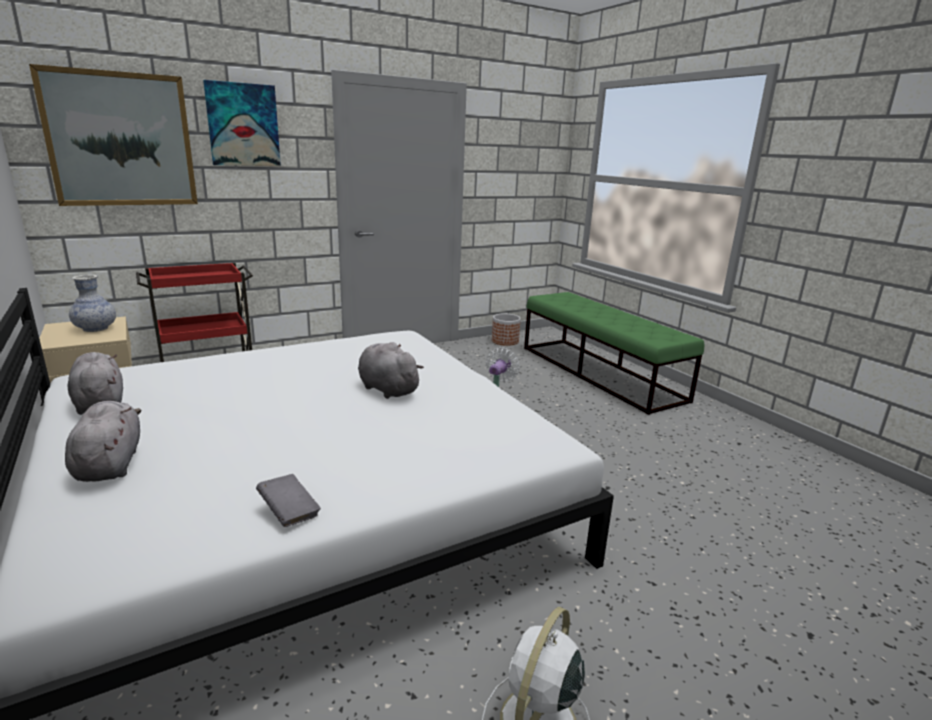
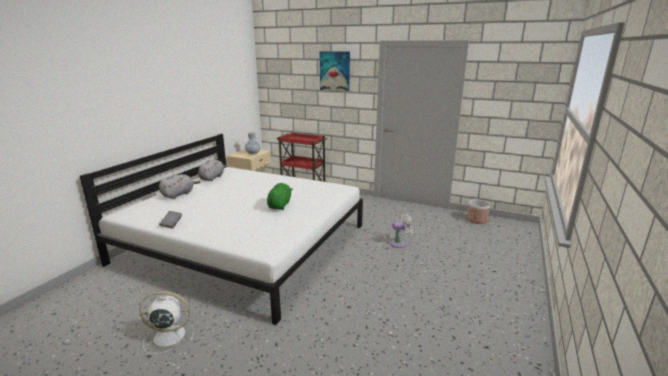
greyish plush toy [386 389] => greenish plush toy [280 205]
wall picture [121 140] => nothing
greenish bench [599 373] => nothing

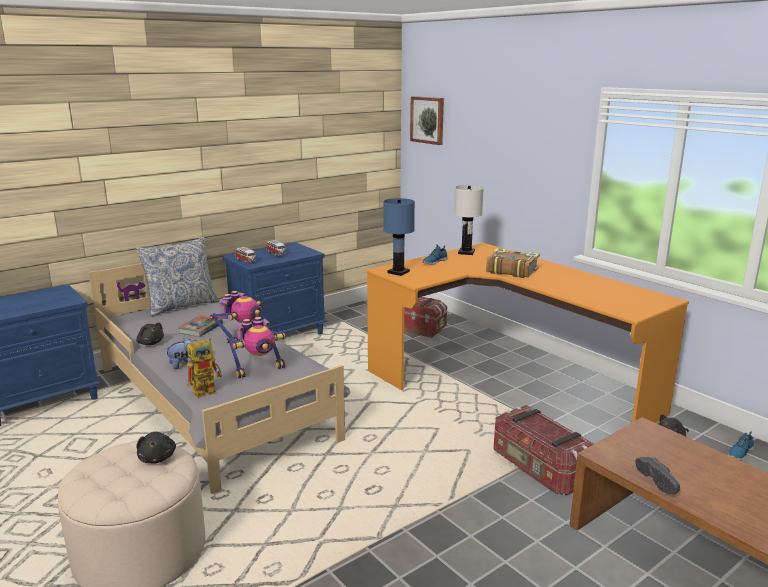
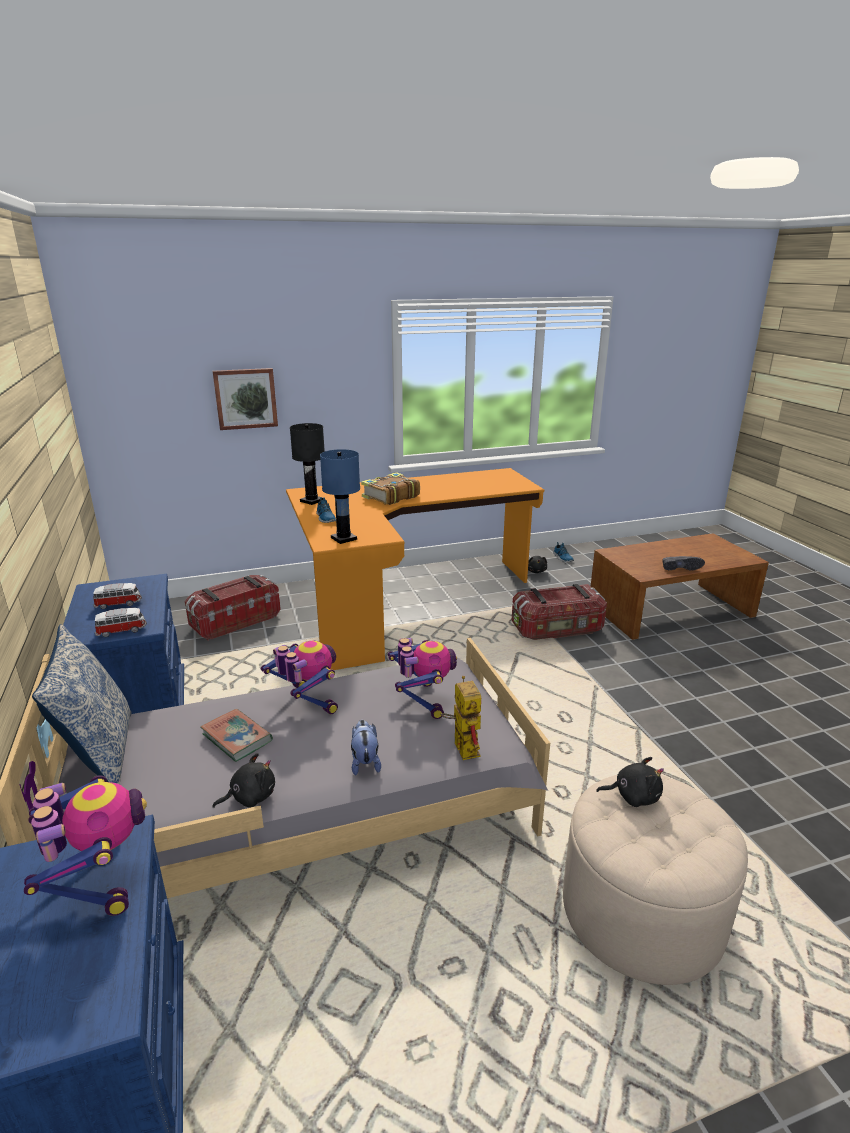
nothing => robot figure [99 878]
wall picture [428 120] => wall picture [245 398], relocated
white tabletop lamp [466 252] => black tabletop lamp [311 501]

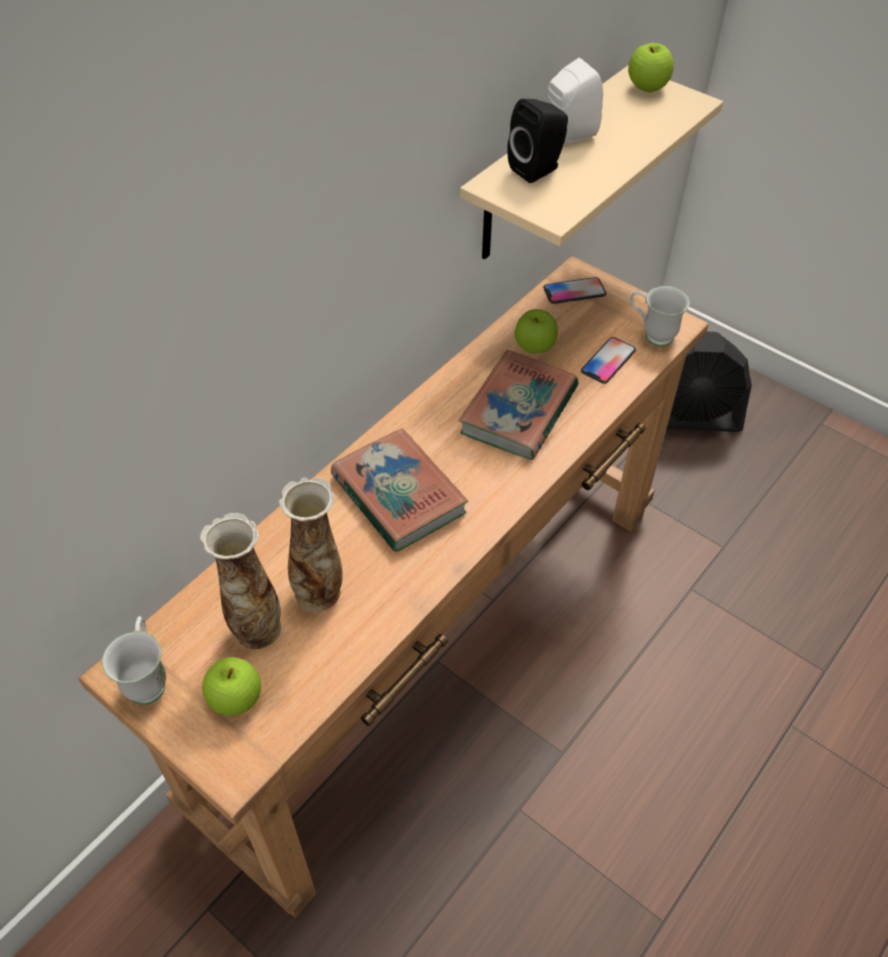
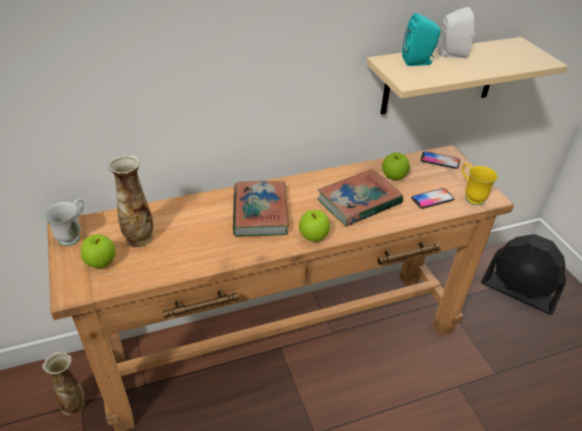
vase [319 592] => vase [74 405], relocated
apple [647 88] => apple [313 237], relocated
black audio speaker [538 169] => blue-green audio speaker [418 62]
white tea mug [651 335] => yellow-coloured tea mug [470 196]

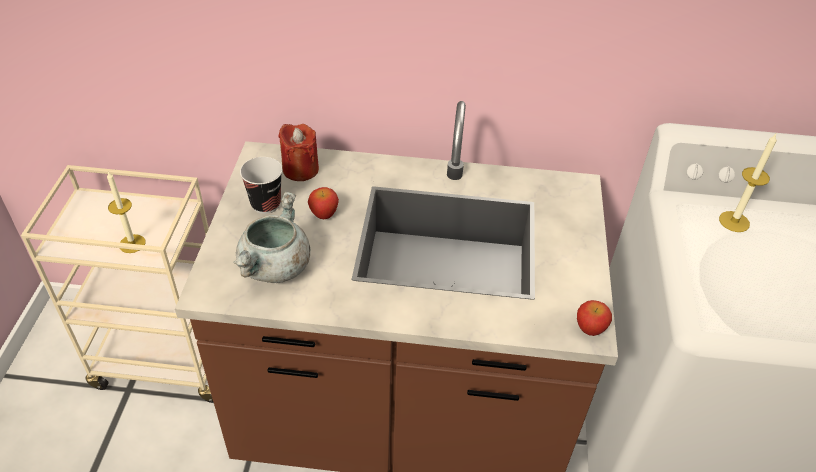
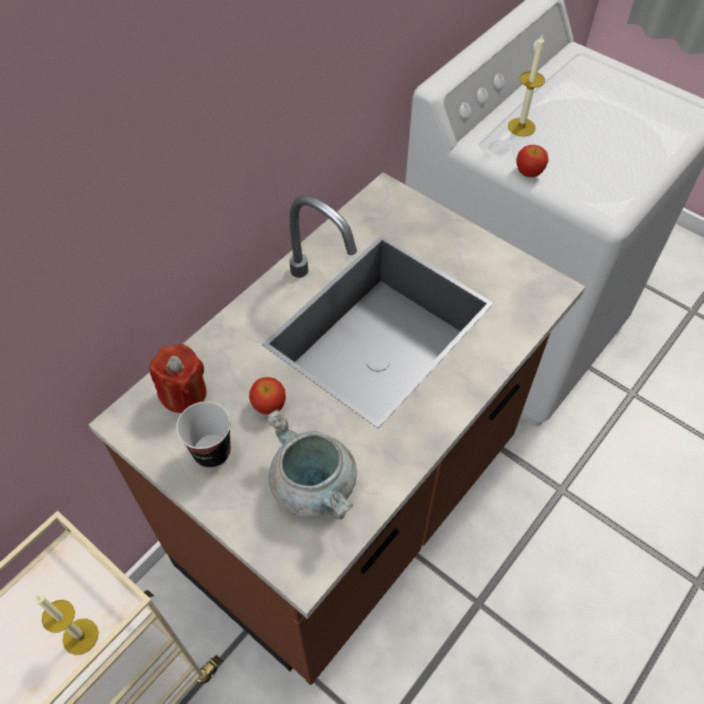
apple [590 328] => apple [529 172], relocated

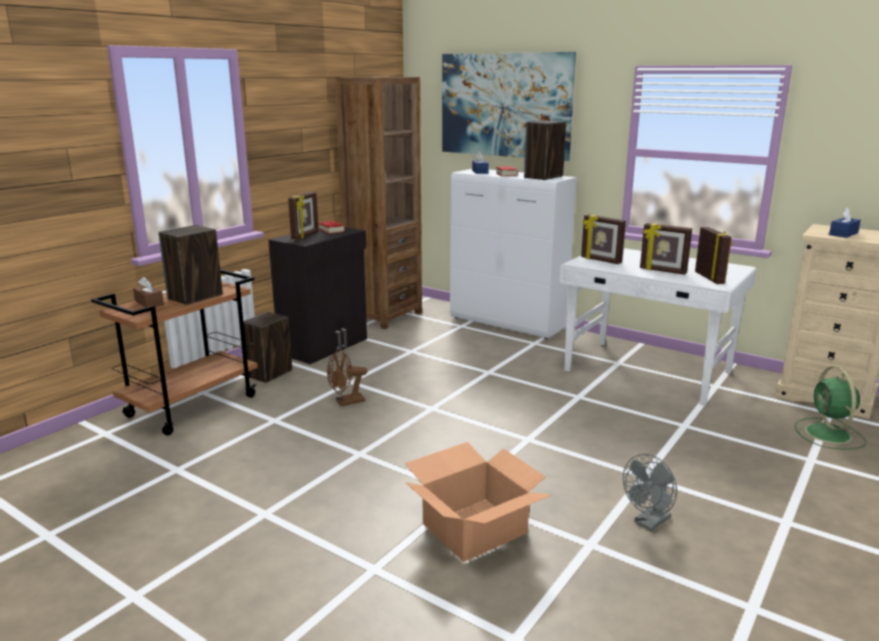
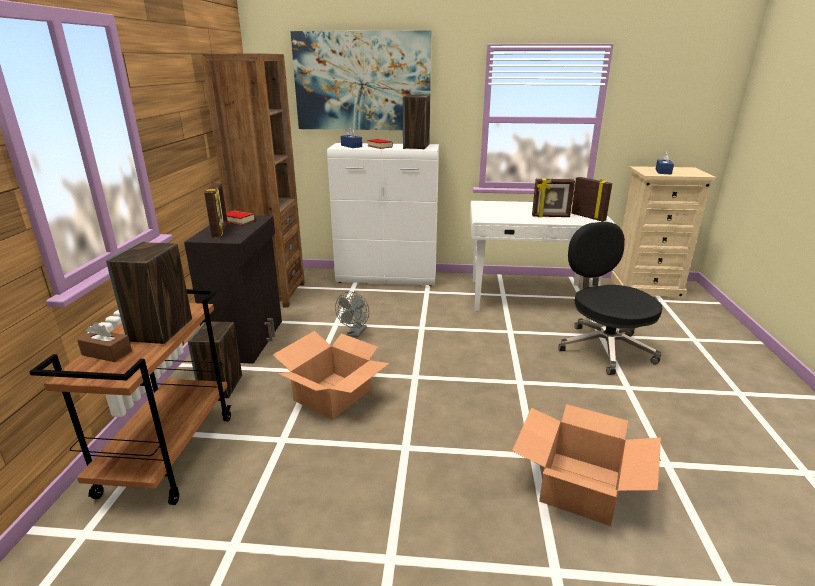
brown electric fan [346 402] => cardboard box [333 395]
greyish electric fan [649 523] => greyish electric fan [355 333], relocated
nothing => black office chair [604 348]
standing frame [600 260] => nothing
greenish electric fan [829 434] => nothing

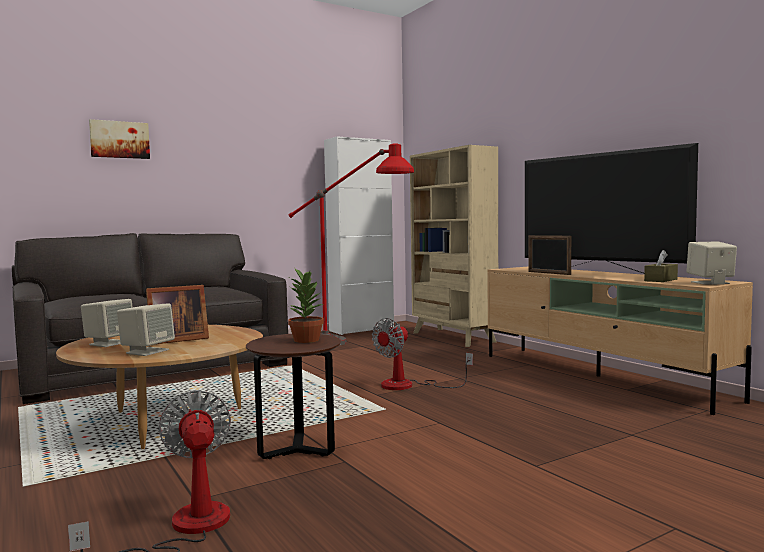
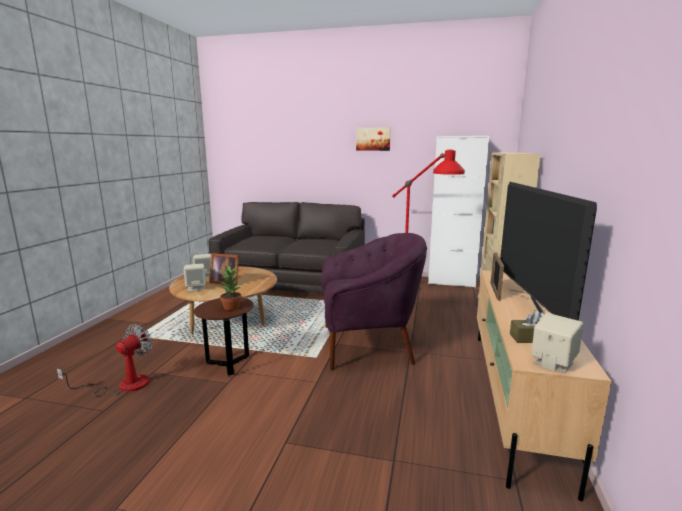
electric fan [409 385] => purple lounge chair [367 344]
wall picture [119 140] => wall picture [373 139], relocated

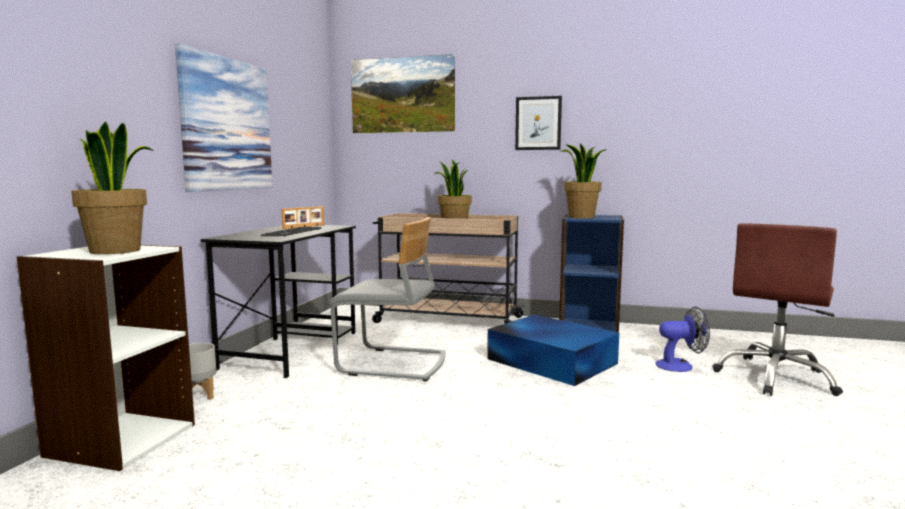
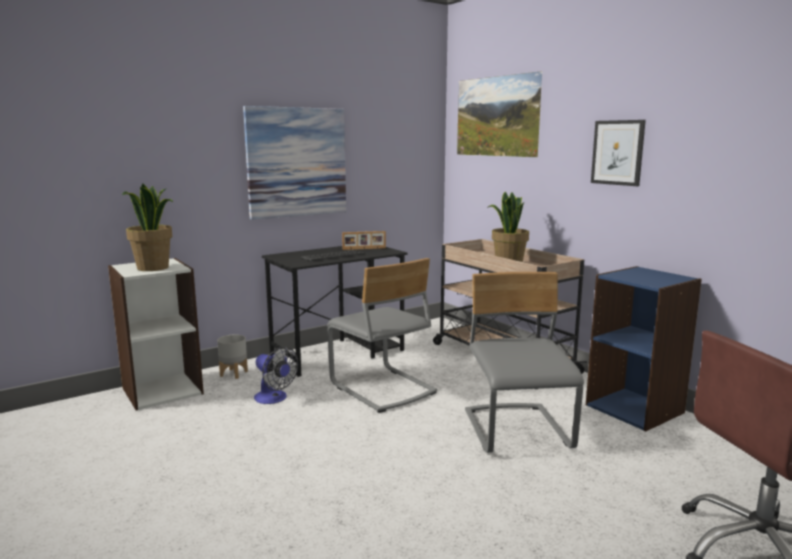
electric fan [680 366] => electric fan [274 398], relocated
bluish storage bin [550 360] => greyish plain chair [517 431]
houseplant [581 217] => nothing

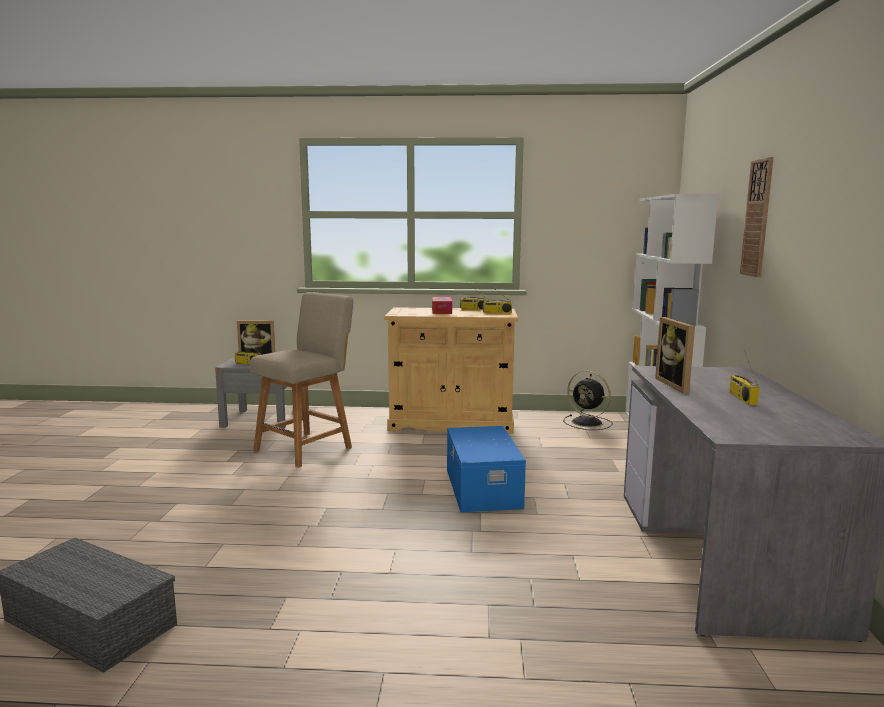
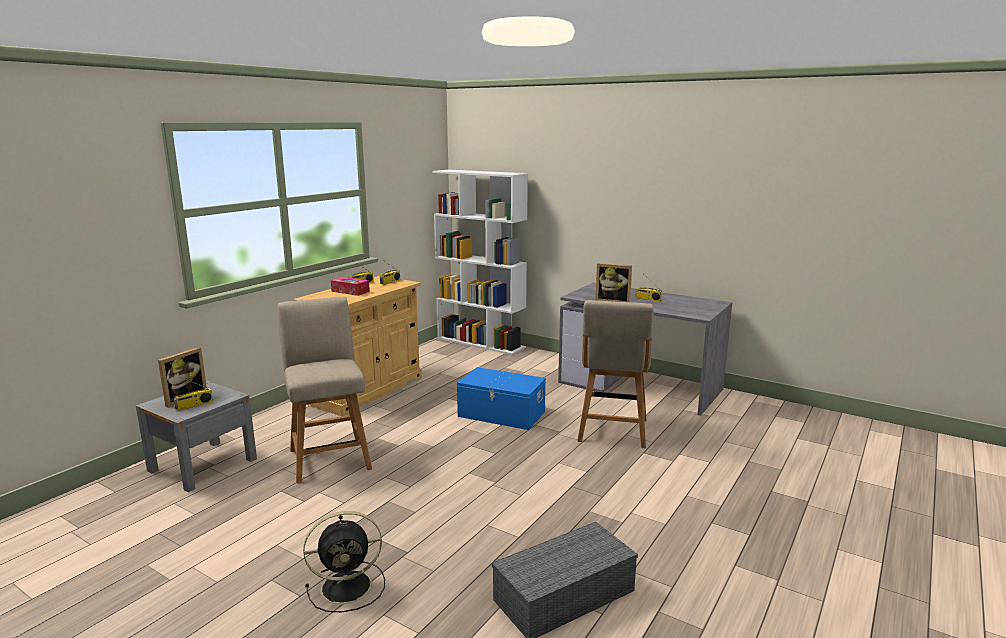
black electric fan [588 423] => black electric fan [349 586], relocated
nothing => sand-coloured plain chair [612 432]
wall clock [757 218] => nothing

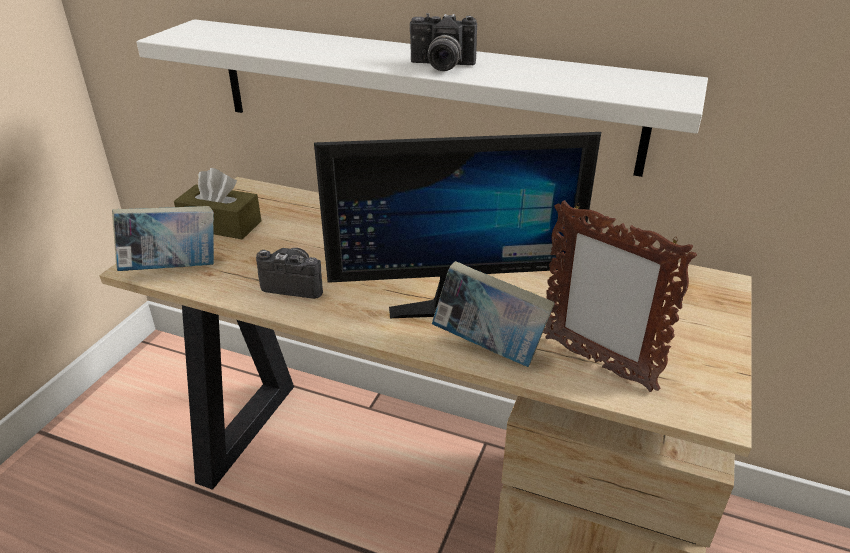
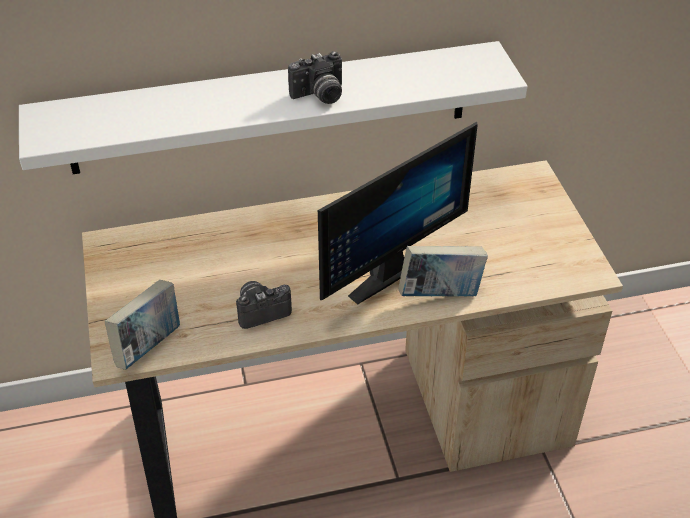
brown tissue holder [221 225] => nothing
standing frame [596 362] => nothing

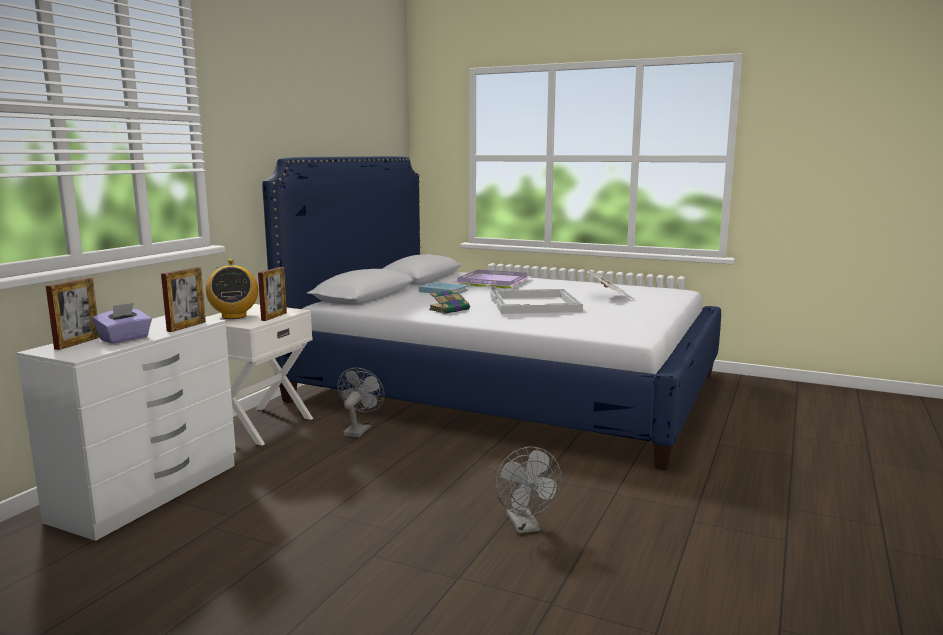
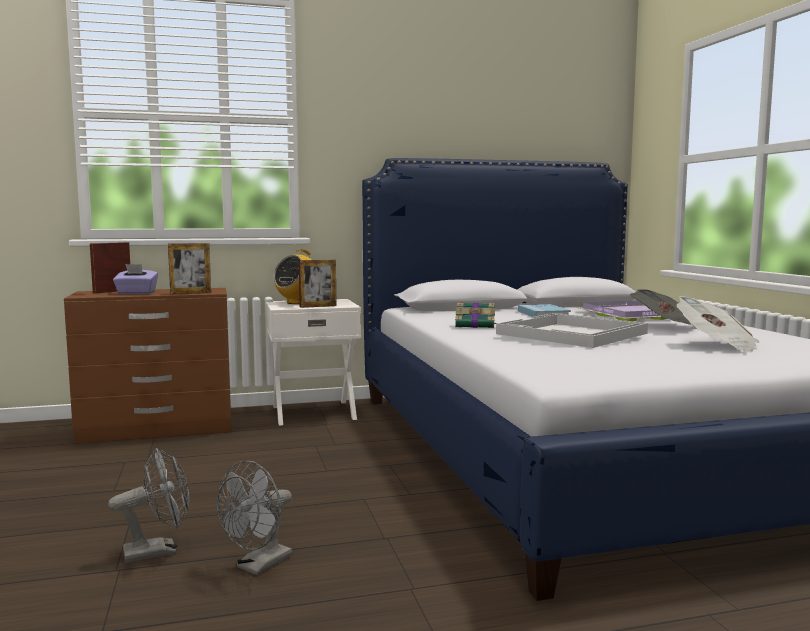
white dresser [149 492] => brown dresser [158 429]
standing frame [77 343] => standing frame [112 291], 150 degrees clockwise
greyish electric fan [359 429] => greyish electric fan [159 551], relocated
nothing => newspaper [666 326]

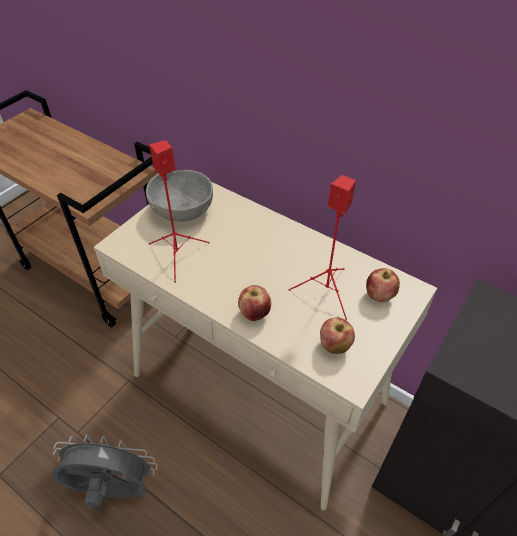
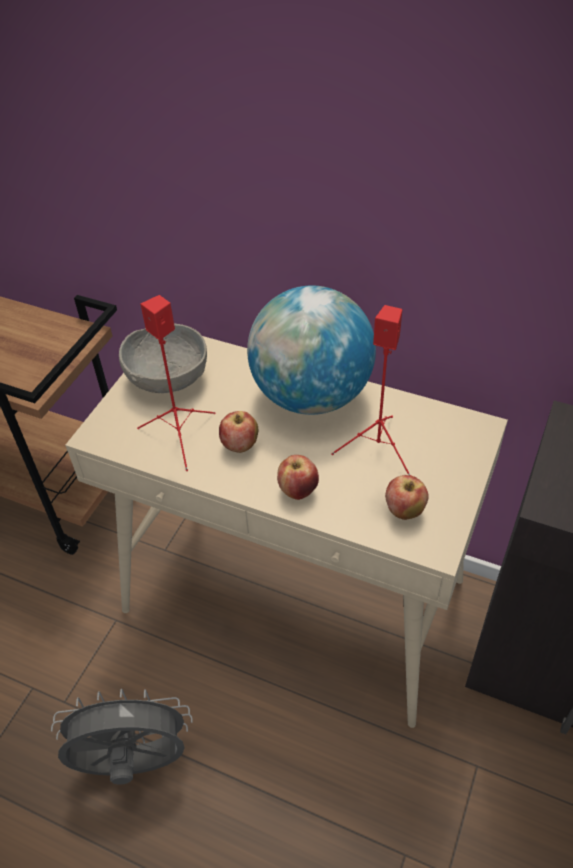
apple [379 296] => apple [240 445], relocated
nothing => desk globe [311 395]

